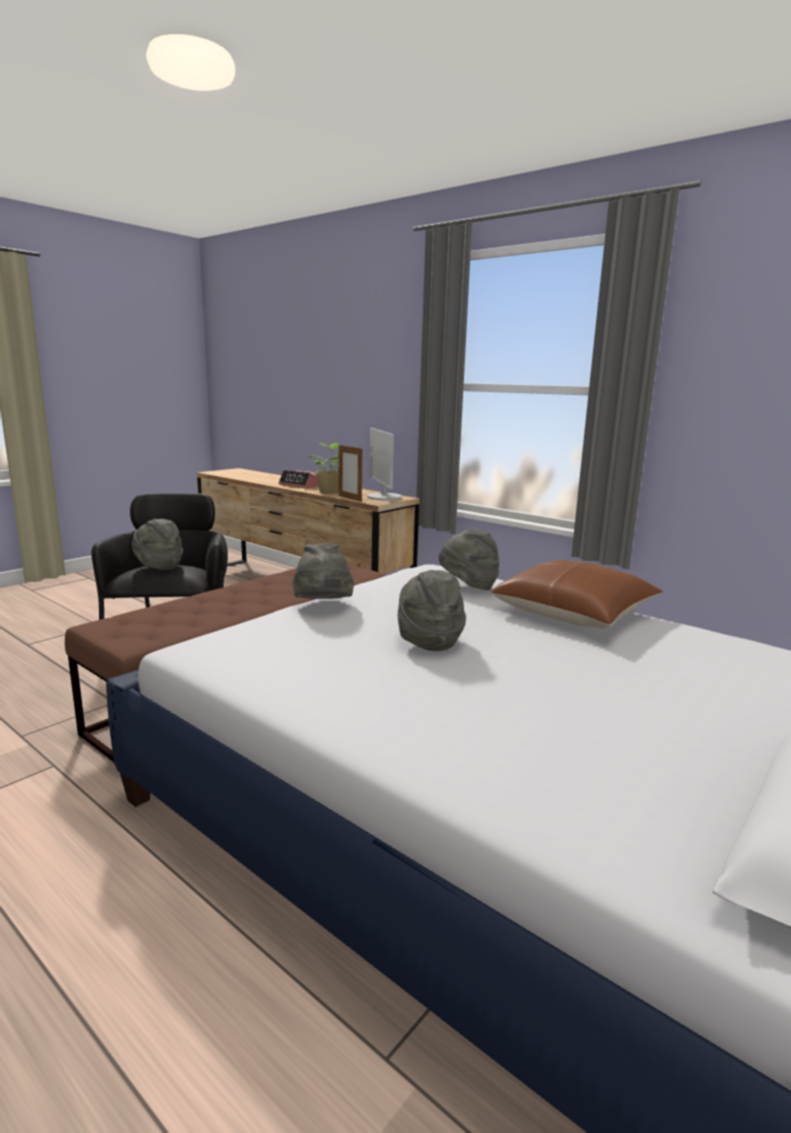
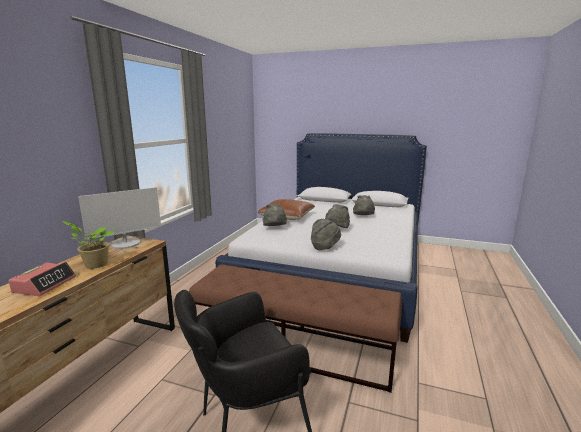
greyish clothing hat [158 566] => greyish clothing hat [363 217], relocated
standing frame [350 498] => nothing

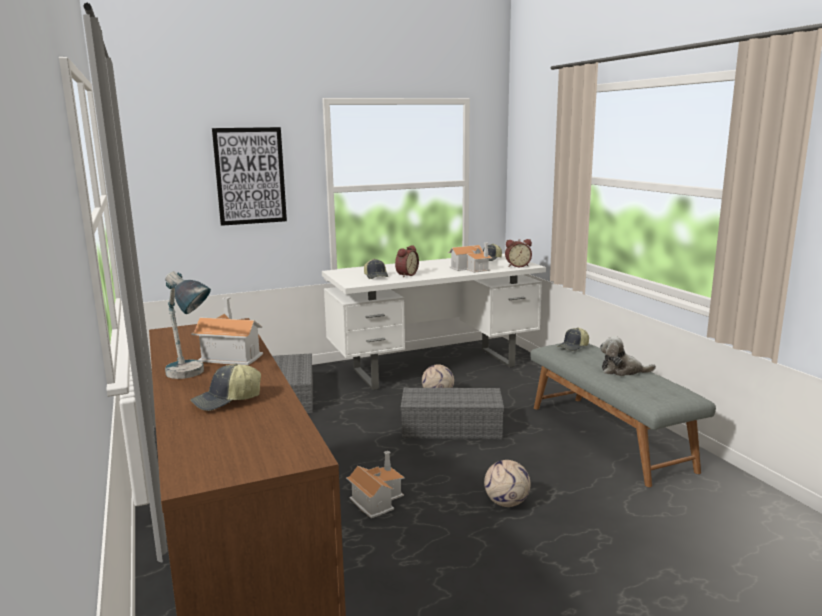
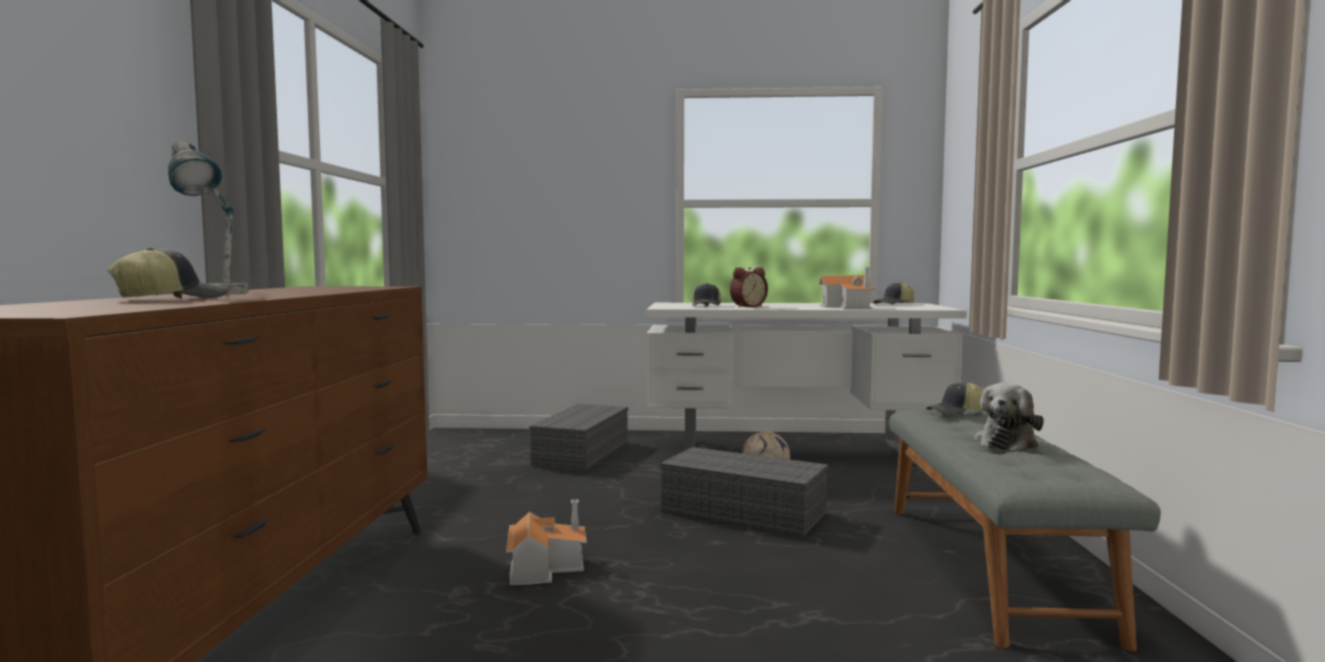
baseball cap [227 401] => baseball cap [173 299], 150 degrees clockwise
plush toy [622 371] => plush toy [1007 443], 90 degrees counterclockwise
toy house [231 353] => nothing
wall picture [250 176] => nothing
football [507 503] => nothing
bedside clock [517 266] => nothing

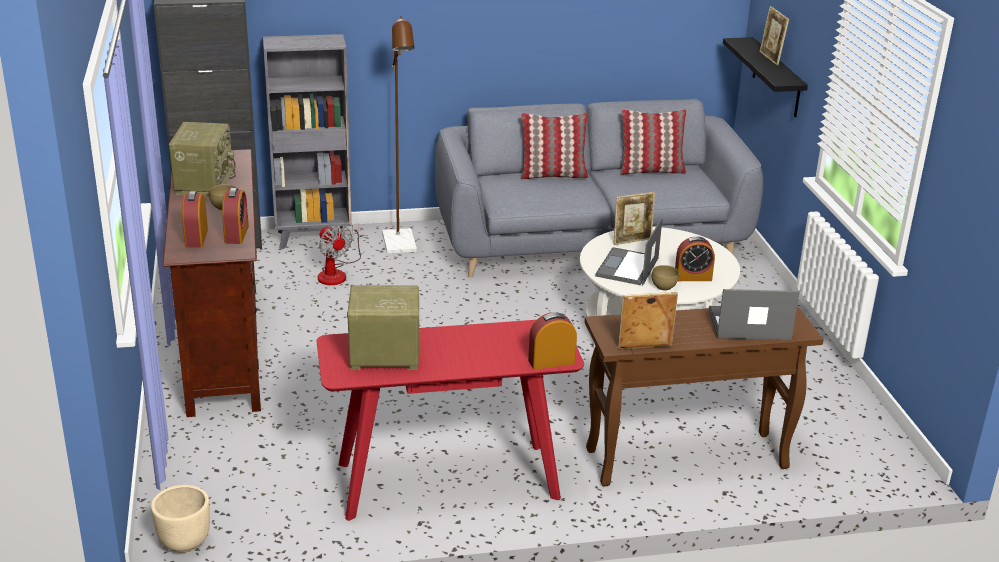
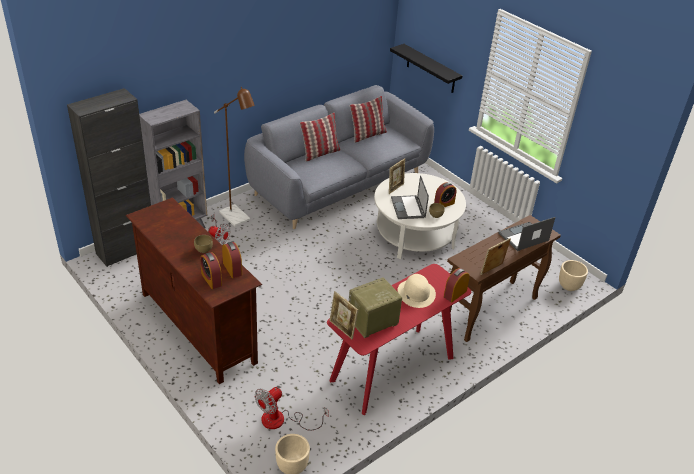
nothing => electric fan [281 421]
standing frame [770 58] => standing frame [342 329], relocated
nothing => sand-coloured clothing hat [416 293]
nothing => sand-coloured flower pot [569 286]
radio [204 183] => nothing

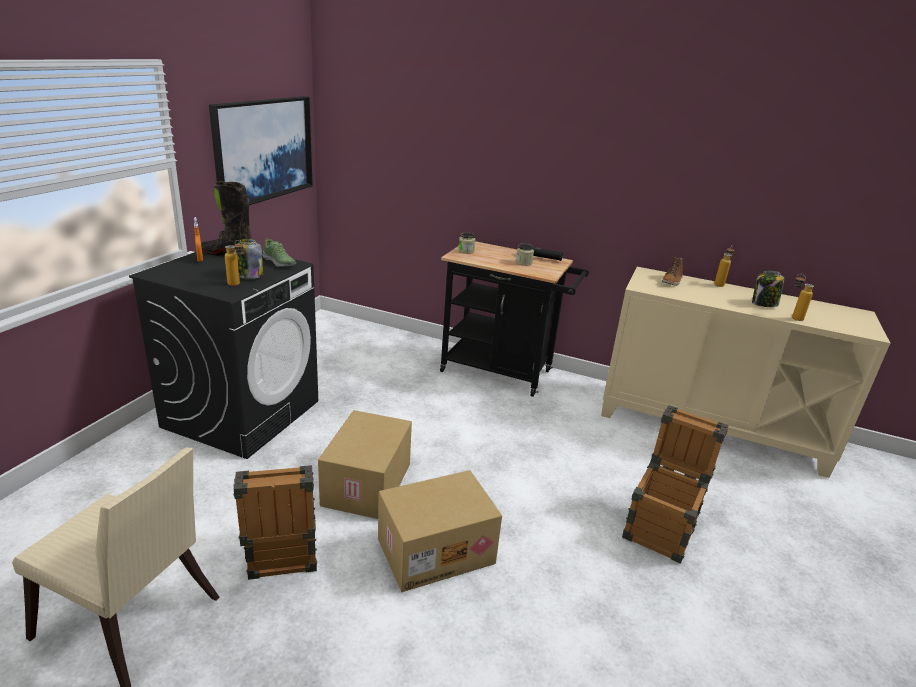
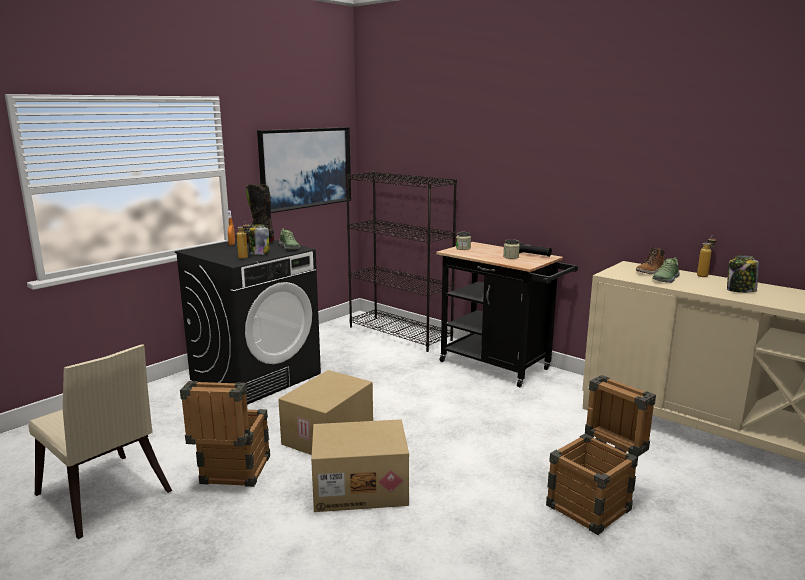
nothing => black shelving unit [400 333]
nothing => low shoe [665 279]
bottle [793 317] => nothing

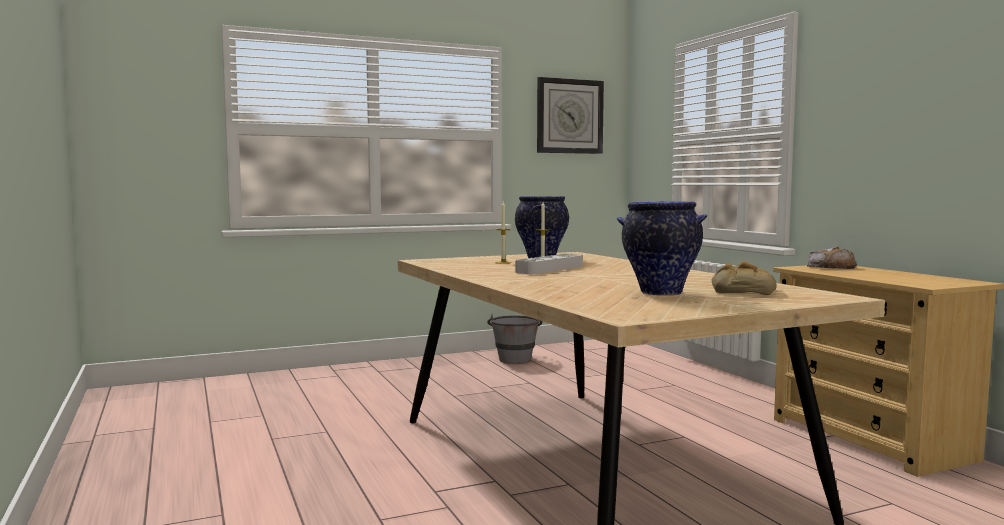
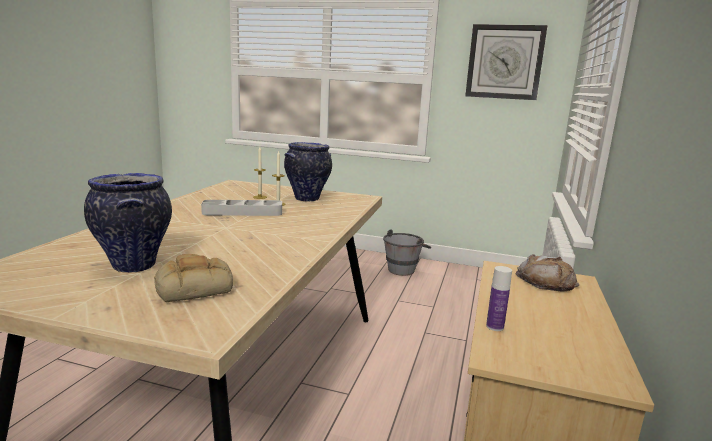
nothing => bottle [495 327]

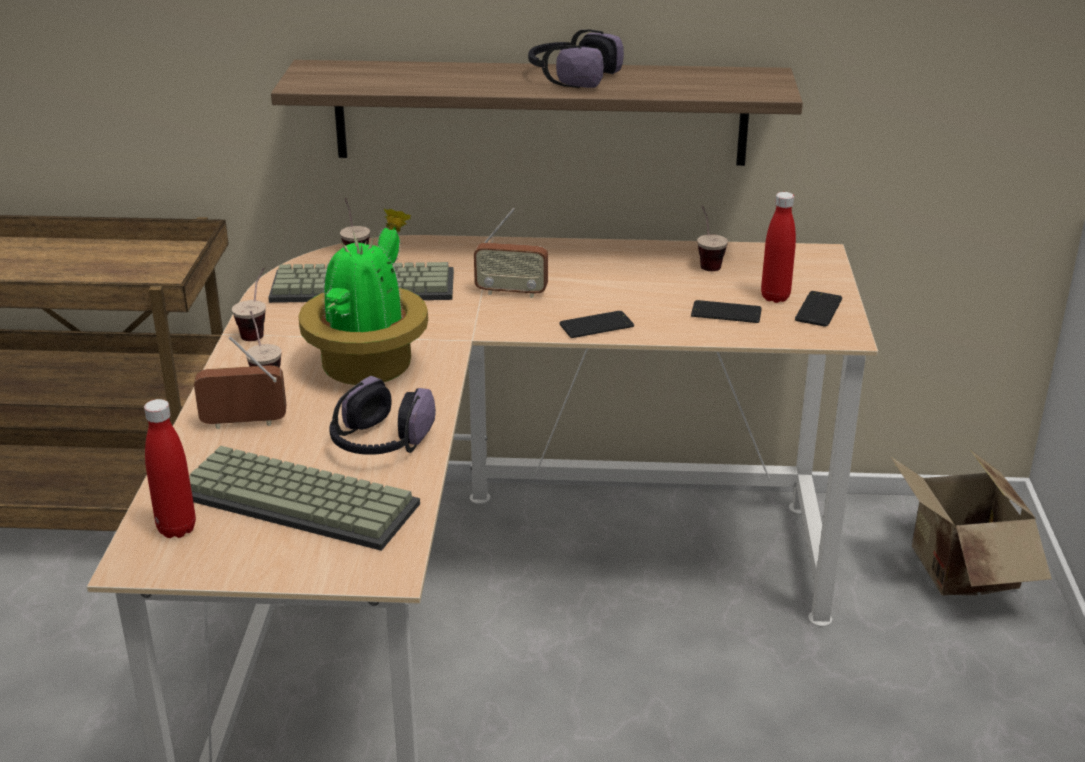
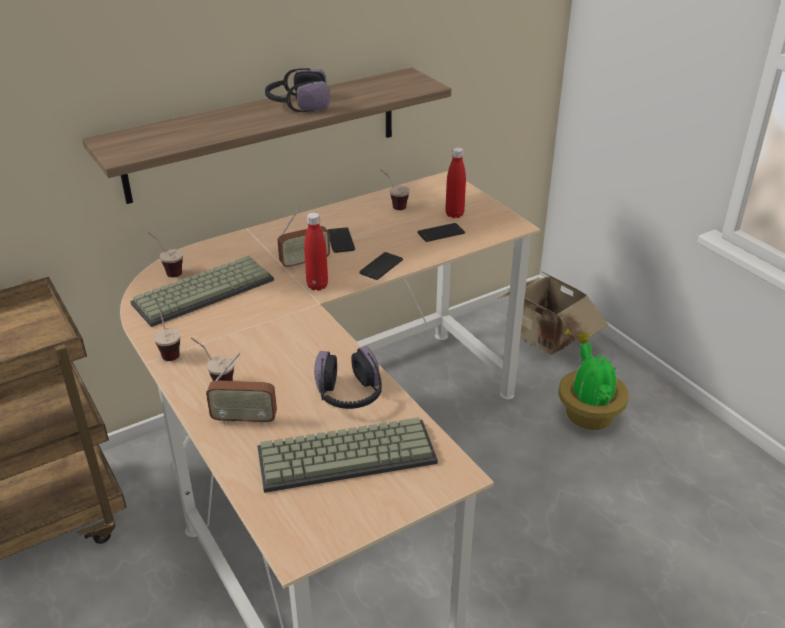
radio [244 423] => radio [244 419], 135 degrees counterclockwise
reddish bottle [177 529] => reddish bottle [317 286], relocated
handset [818 309] => handset [340 240], relocated
houseplant [369 364] => houseplant [588 413], relocated

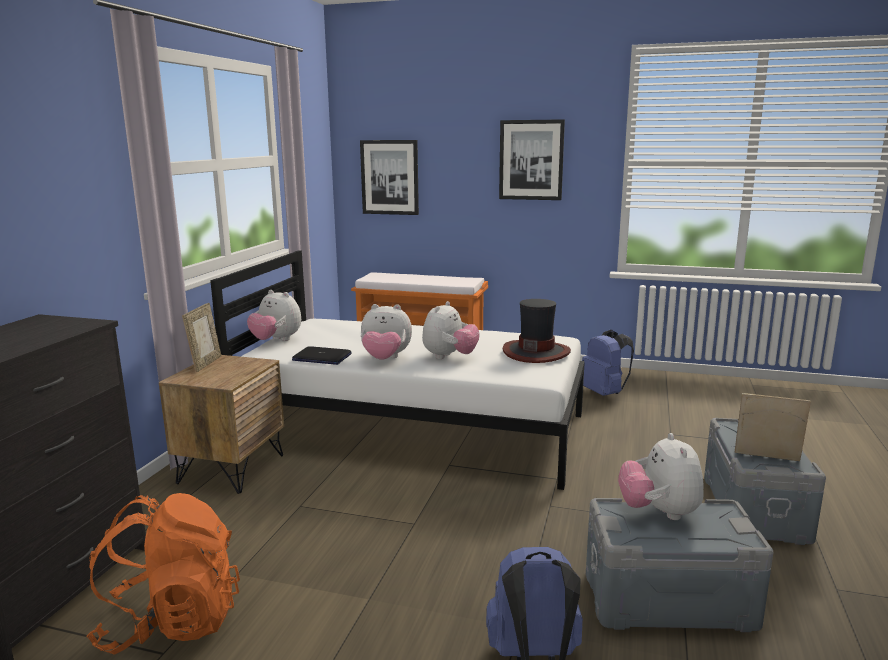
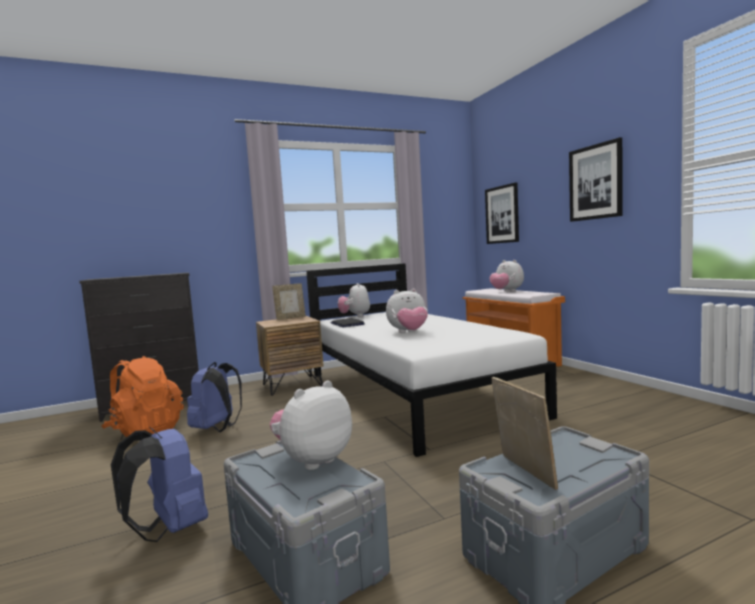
bluish knapsack [604 393] => bluish knapsack [217 428], relocated
plush toy [385 359] => plush toy [507 291], relocated
clothing hat [536 352] => nothing

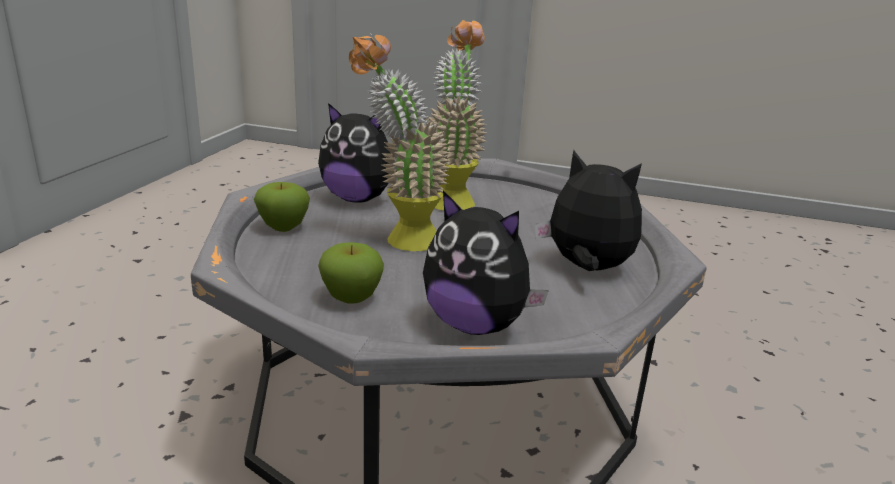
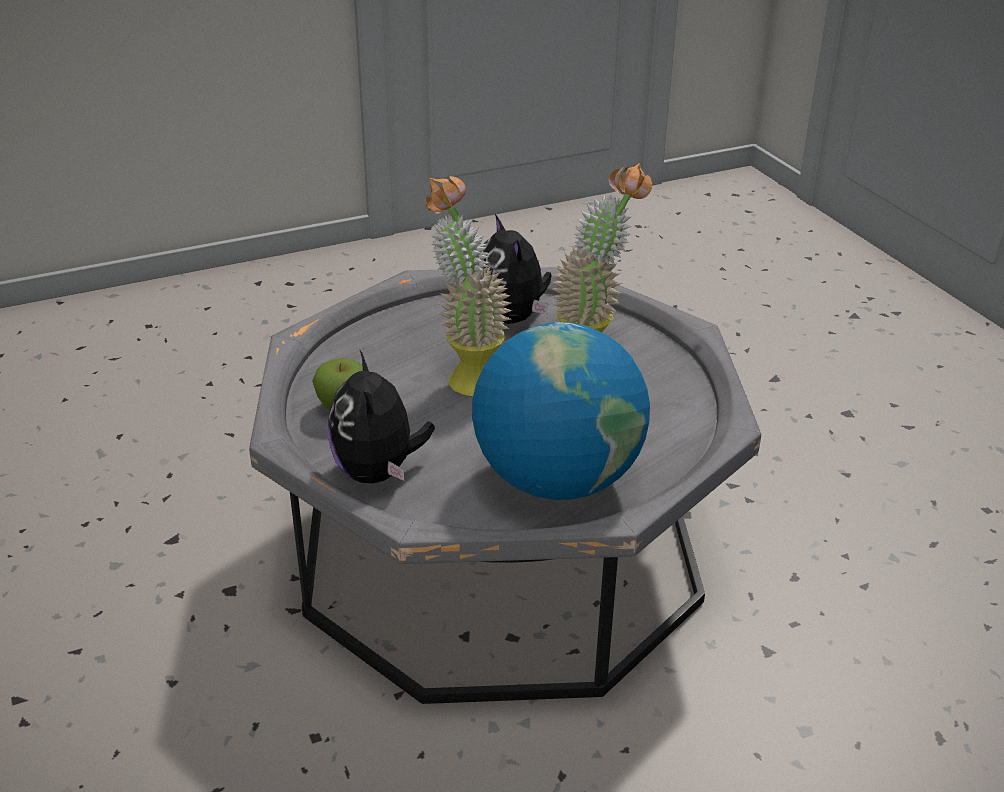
plush toy [586 268] => desk globe [556 480]
apple [283 227] => nothing

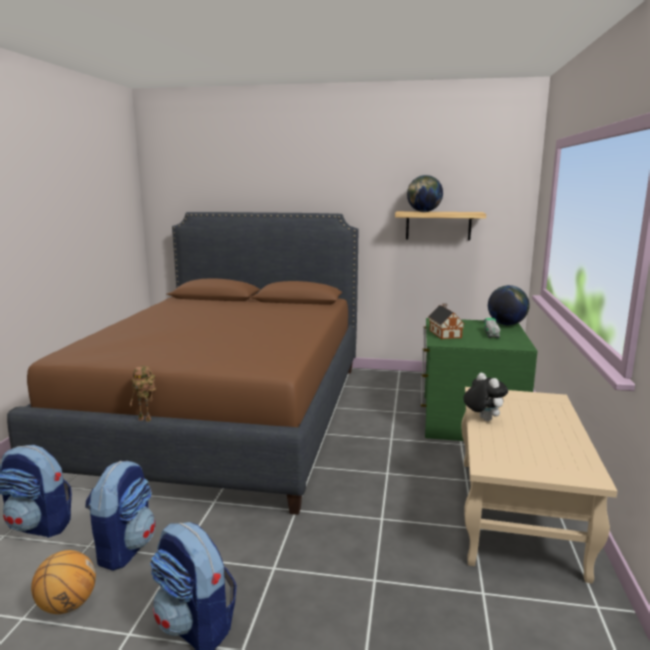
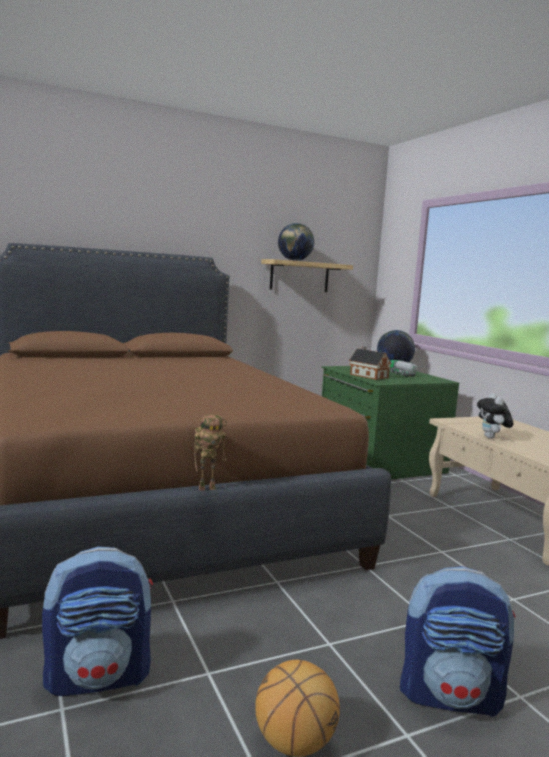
plush toy [482 419] => plush toy [492 438], 120 degrees counterclockwise
knapsack [124 548] => nothing

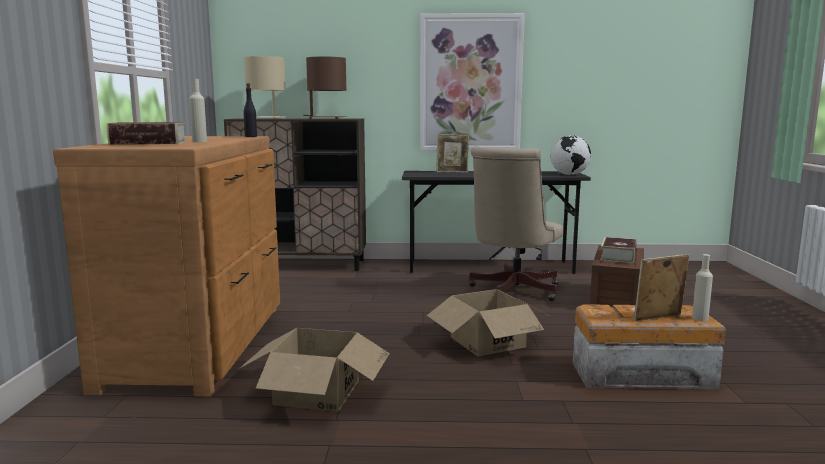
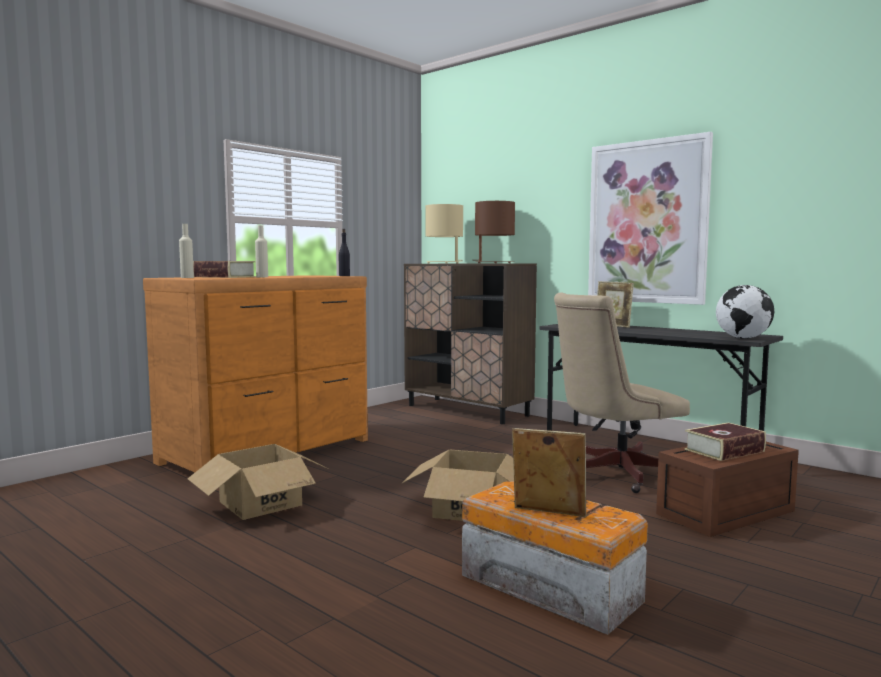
sand-coloured bottle [700 318] => sand-coloured bottle [187 277], relocated

